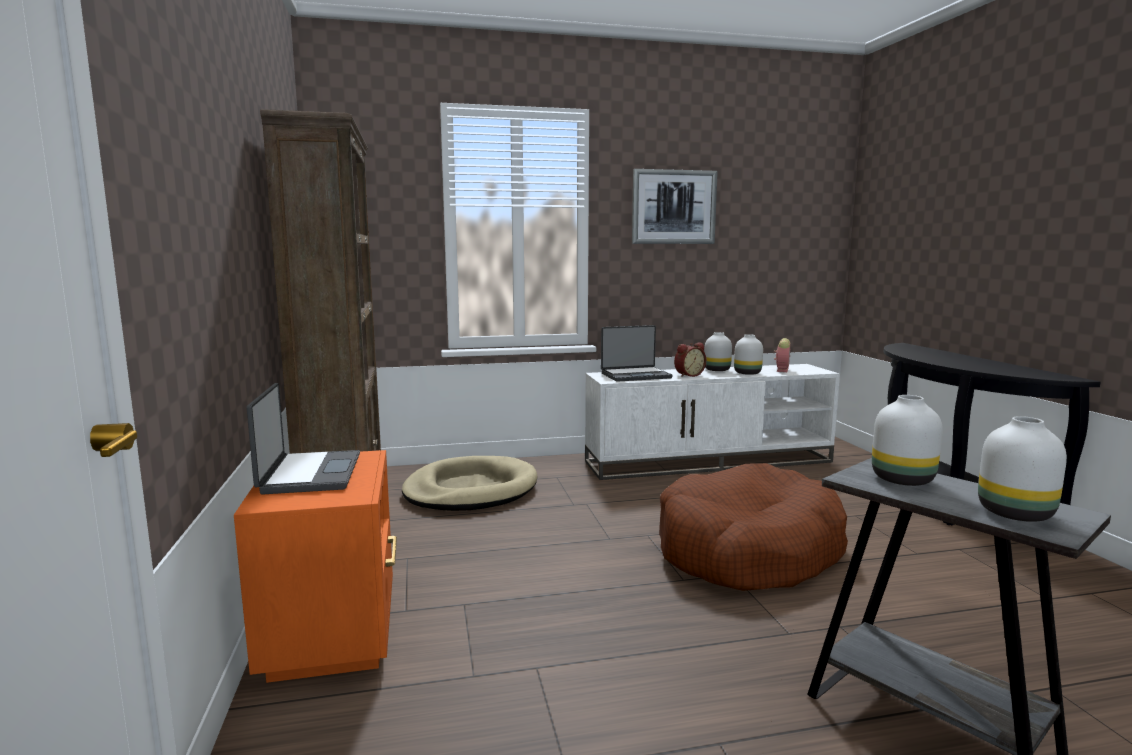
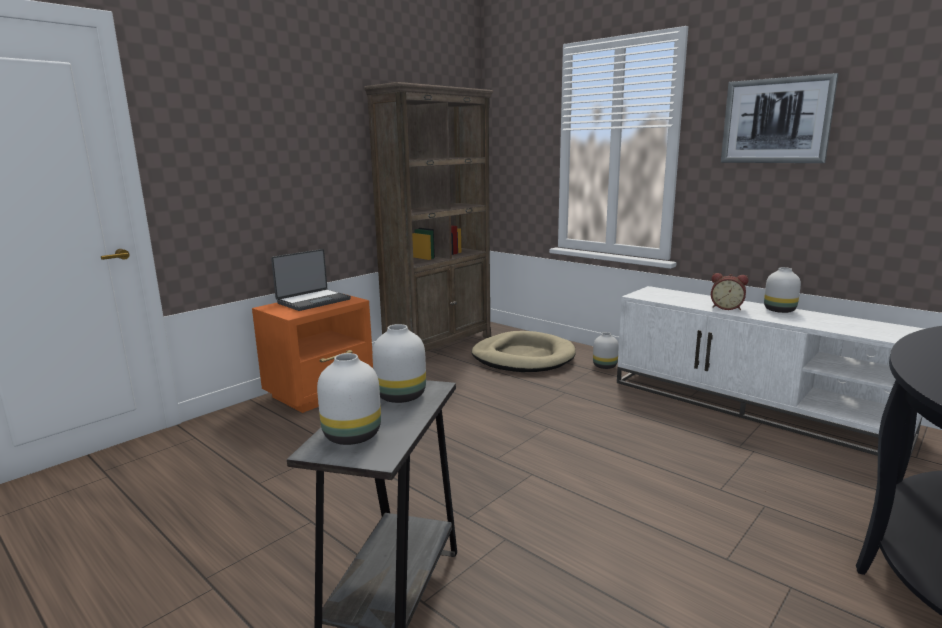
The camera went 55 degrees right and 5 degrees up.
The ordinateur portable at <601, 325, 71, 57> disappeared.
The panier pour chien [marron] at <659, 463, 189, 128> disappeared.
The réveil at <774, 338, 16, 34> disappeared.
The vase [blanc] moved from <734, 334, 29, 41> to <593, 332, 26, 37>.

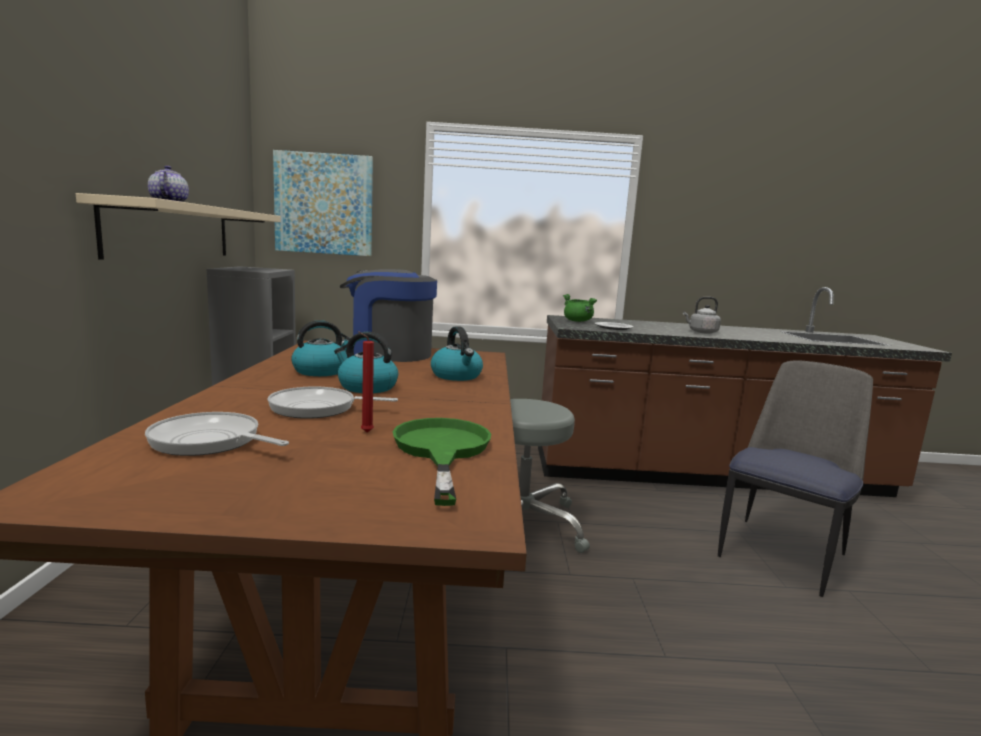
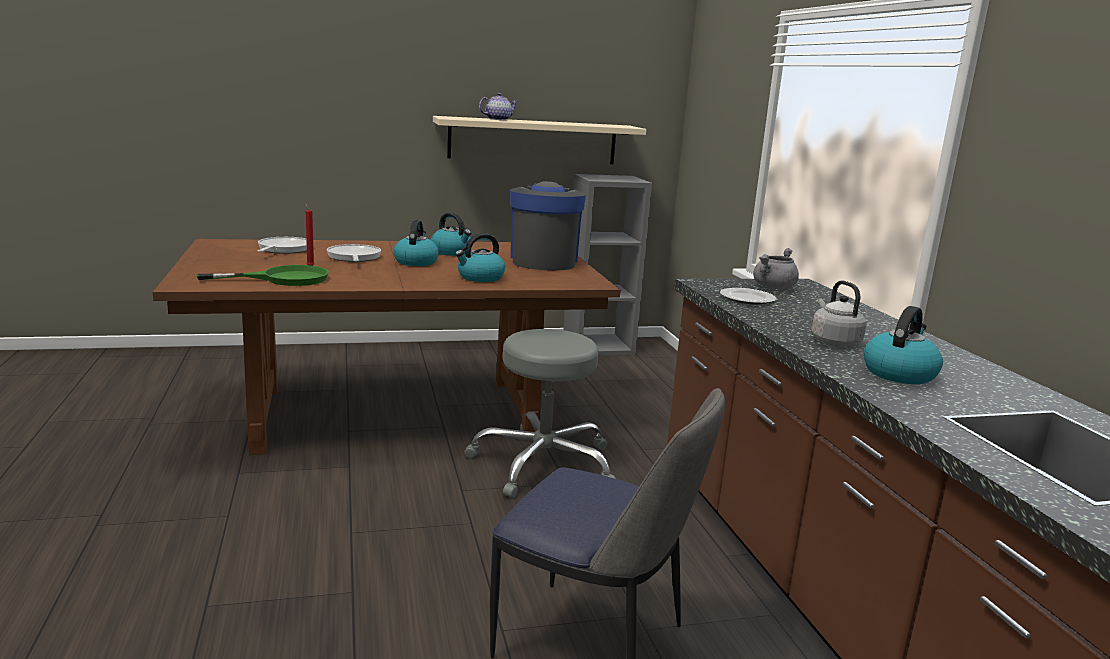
The camera went 75 degrees right and 5 degrees up.
The tableau at <273, 150, 100, 106> disappeared.
The bouilloire at <864, 306, 79, 78> appeared.
The marmite [vert] at <563, 294, 34, 28> became the marmite [gris] at <753, 248, 46, 41>.

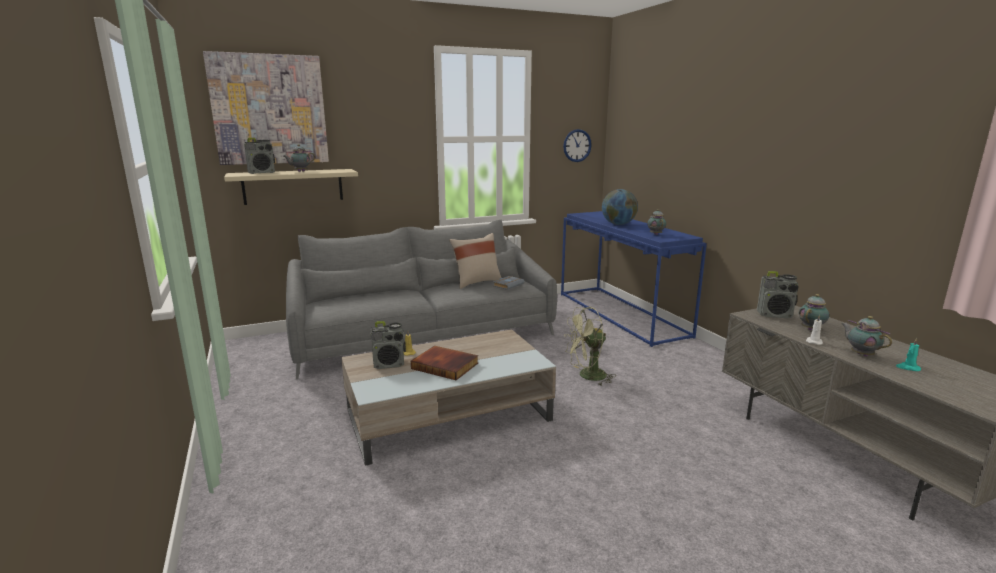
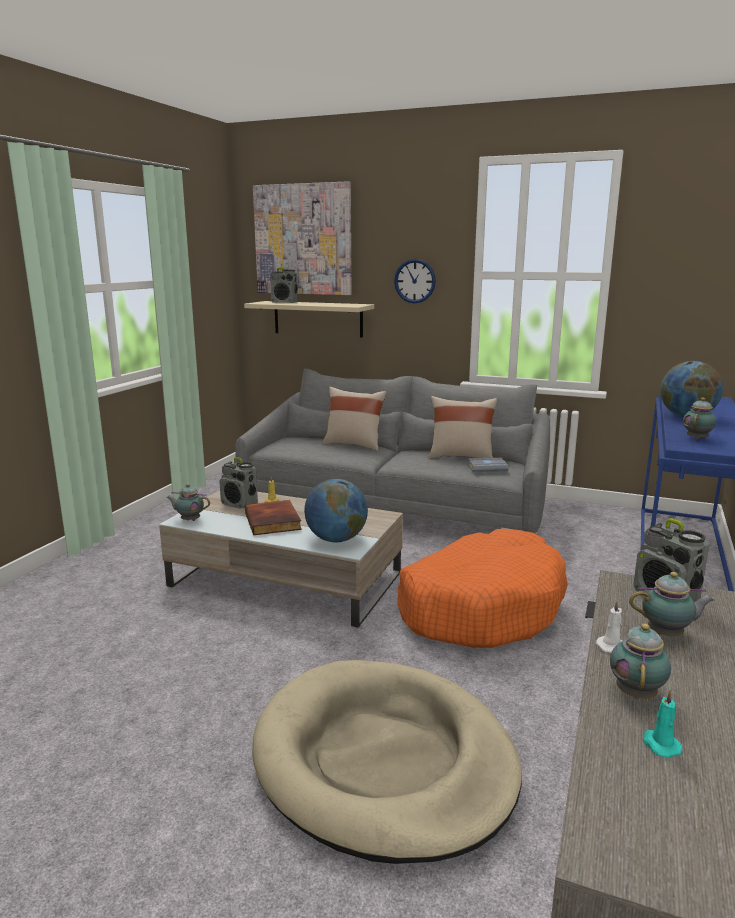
The camera went 45 degrees right and 0 degrees up.
The panier pour chien [beige] at <252, 660, 270, 204> appeared.
The globe at <304, 479, 64, 63> appeared.
The coussin [beige] at <323, 387, 64, 64> appeared.
The théière moved from <283, 144, 32, 28> to <167, 484, 43, 37>.
The horloge murale moved from <563, 129, 29, 33> to <394, 259, 42, 44>.
The ventilateur [vert] at <564, 307, 52, 79> was replaced by the panier pour chien [orange] at <398, 529, 170, 119>.

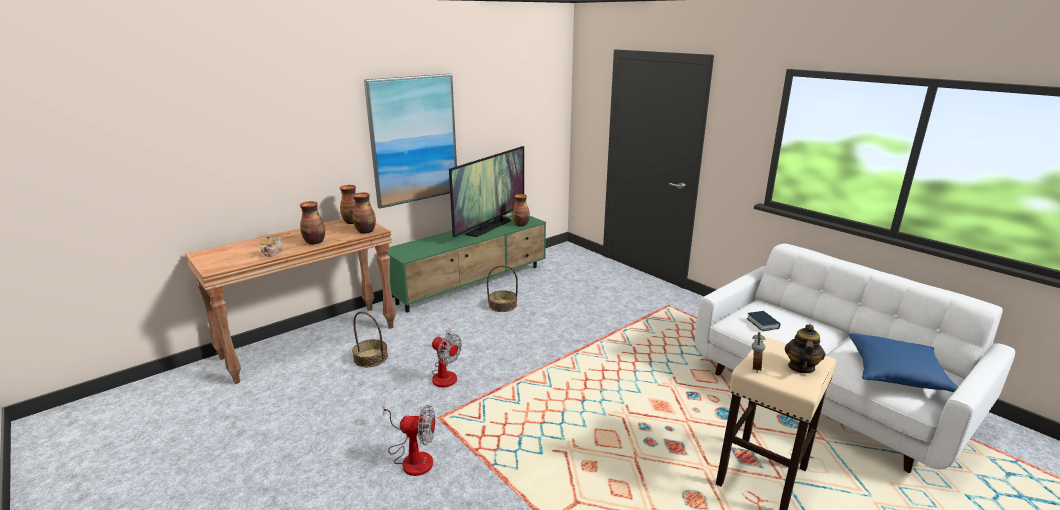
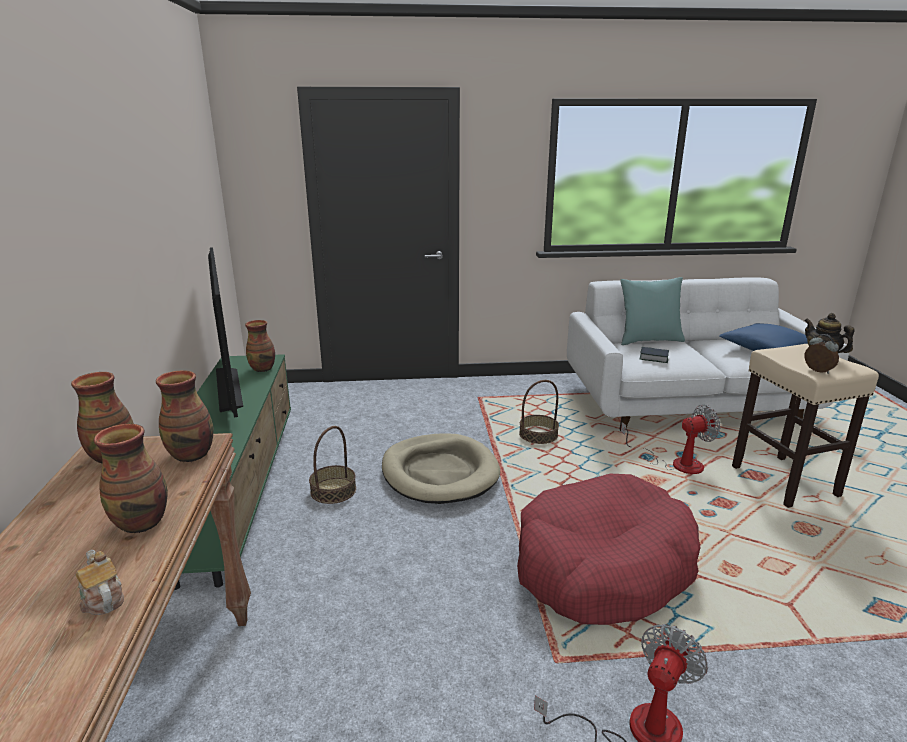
The camera went 55 degrees left and 0 degrees up.
The tableau at <364, 74, 93, 135> disappeared.
The panier pour chien [beige] at <382, 433, 118, 71> appeared.
The panier pour chien [rouge] at <517, 474, 183, 151> appeared.
The coussin [turquoise] at <620, 277, 65, 68> appeared.
The panier moved from <352, 311, 36, 56> to <519, 380, 40, 64>.
The ventilateur moved from <432, 328, 30, 59> to <621, 404, 100, 70>.

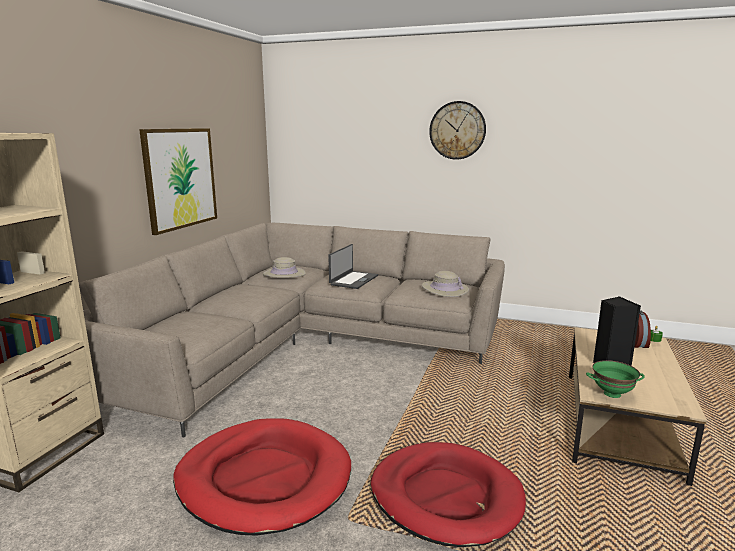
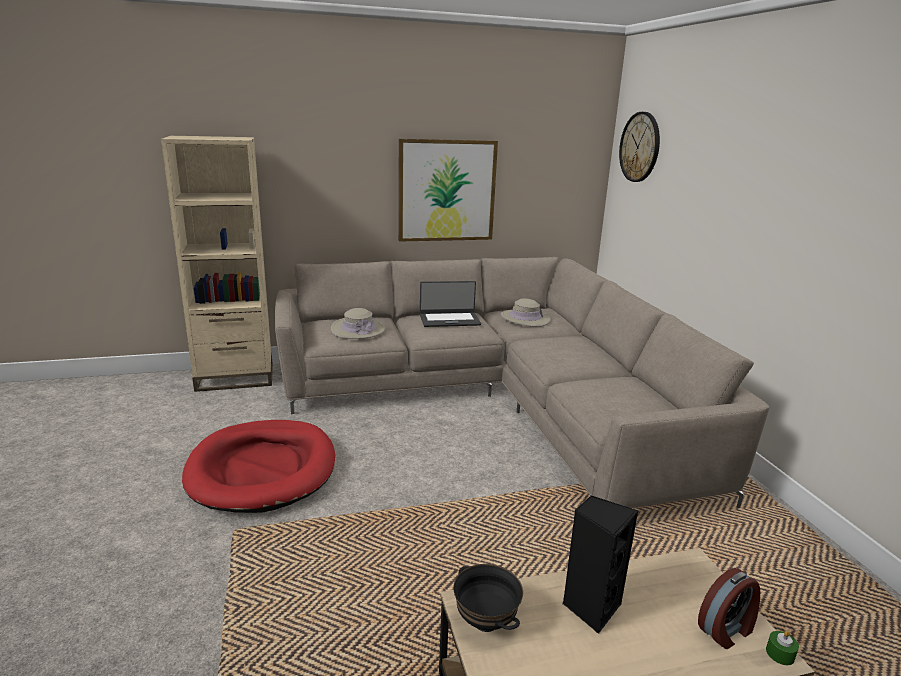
The camera went 55 degrees right and 5 degrees up.
The panier pour chien [rouge] at <371, 442, 155, 105> disappeared.
The ordinateur portable moved from <328, 244, 50, 45> to <420, 281, 61, 46>.
The chapeau [beige] moved from <422, 271, 47, 26> to <331, 308, 54, 31>.
The horloge murale moved from <429, 101, 57, 59> to <619, 112, 41, 70>.
The bol [vert] at <586, 360, 59, 38> became the bol [noir] at <454, 564, 69, 68>.

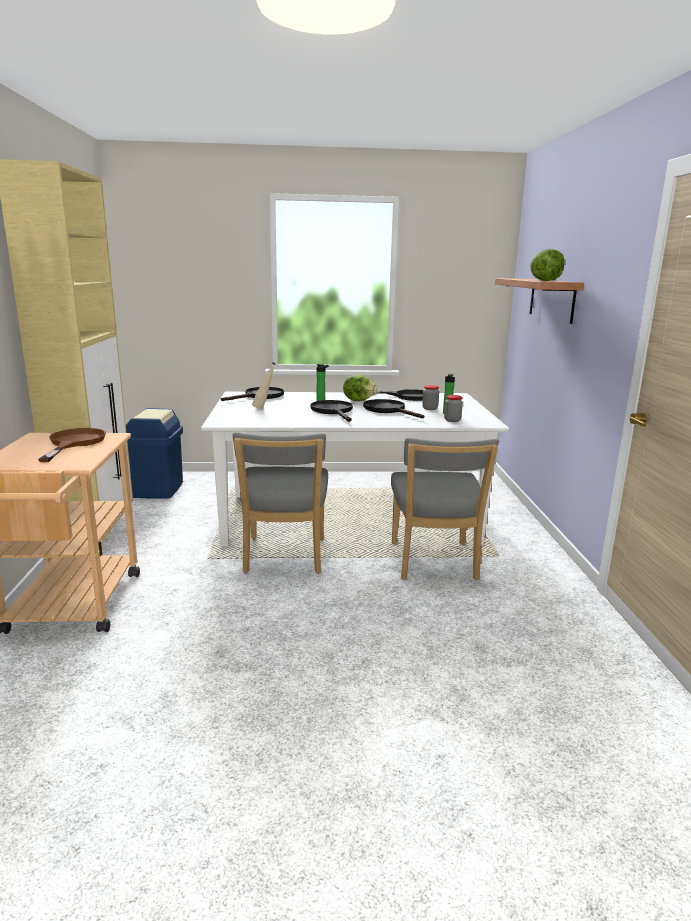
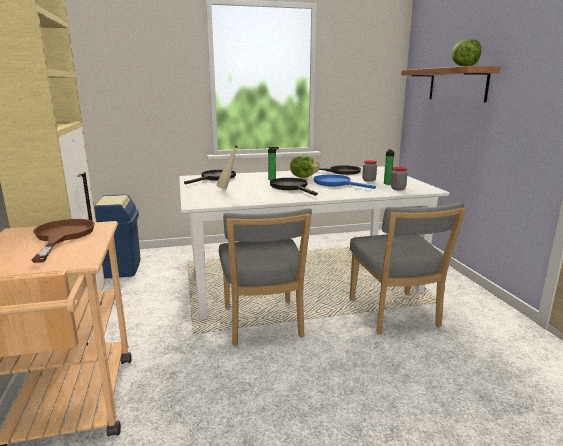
The camera went 10 degrees left and 0 degrees up.
The poêle [noir] at <363, 399, 61, 19> became the poêle [bleu] at <314, 175, 62, 14>.

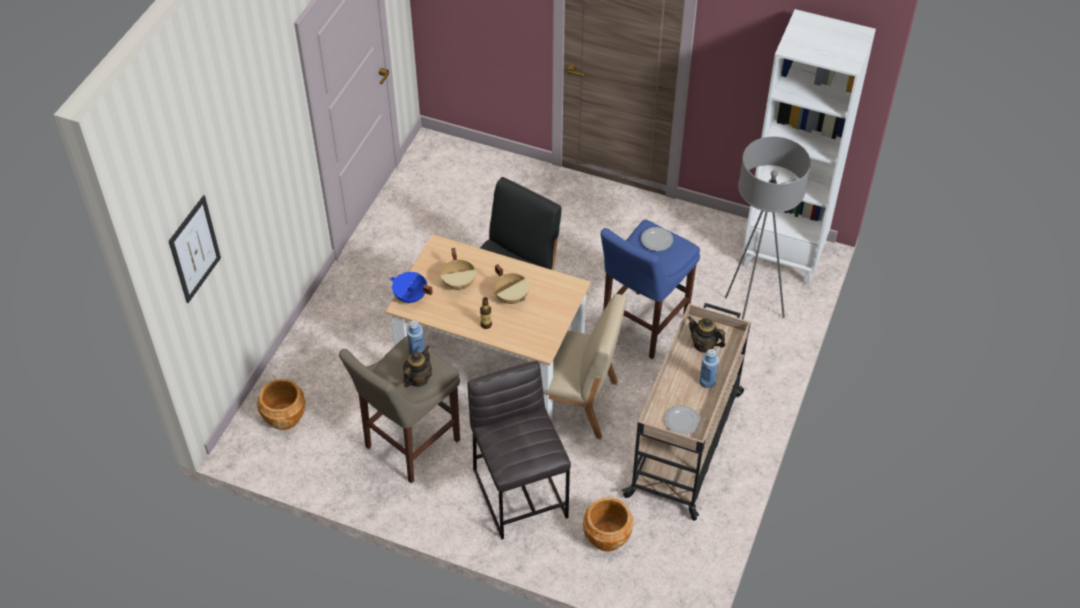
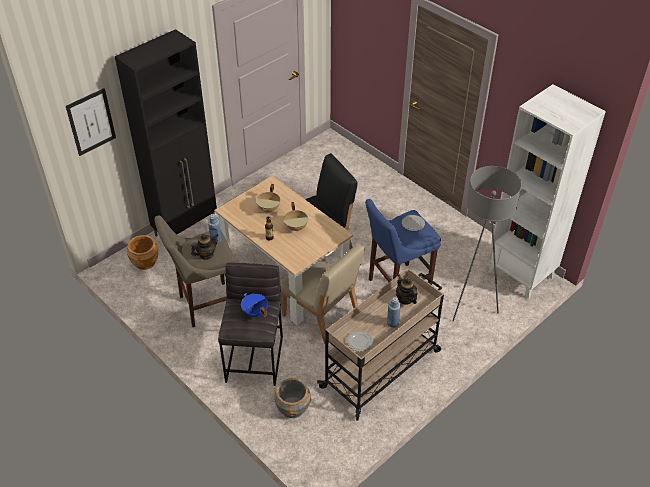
The camera went 25 degrees right and 5 degrees down.
The meuble de rangement [noir] at <115, 29, 102, 208> appeared.
The marmite [bleu] moved from <390, 272, 43, 31> to <241, 294, 27, 23>.
The cache-pot [marron] at <583, 497, 50, 55> became the cache-pot [gris] at <274, 378, 37, 40>.

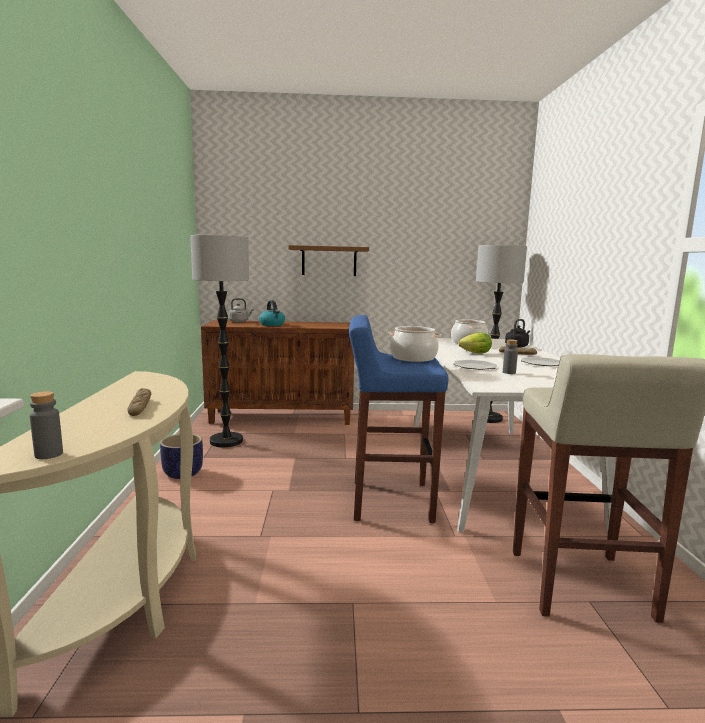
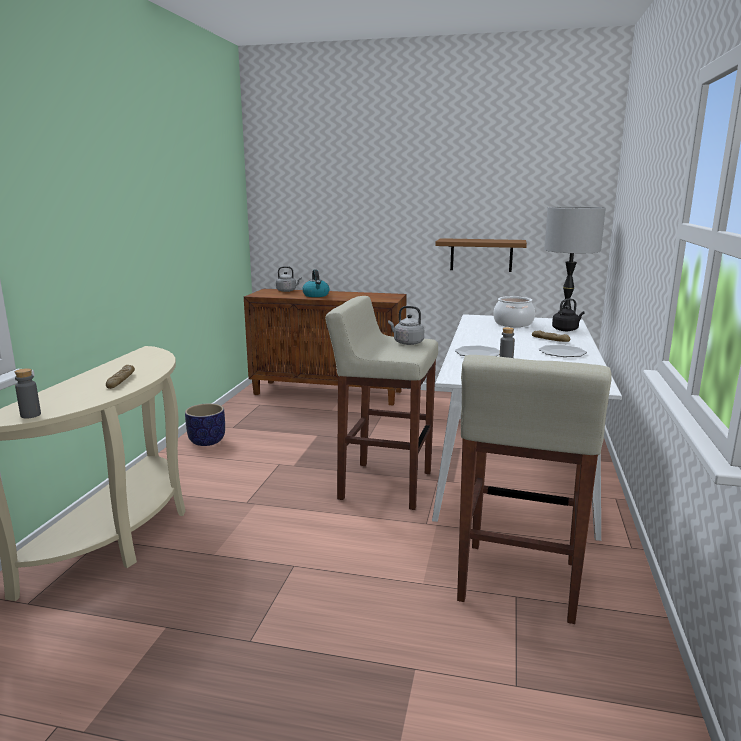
The camera went 15 degrees right and 5 degrees up.
The lampadaire at <190, 235, 59, 212> disappeared.
The laitue at <458, 333, 34, 20> disappeared.
The étagère [marron] moved from <289, 245, 80, 31> to <435, 238, 92, 34>.
The marmite at <388, 326, 53, 36> was replaced by the bouilloire [gris] at <388, 306, 36, 39>.
The tabouret [bleu] at <349, 315, 99, 208> became the tabouret [beige] at <325, 296, 113, 214>.

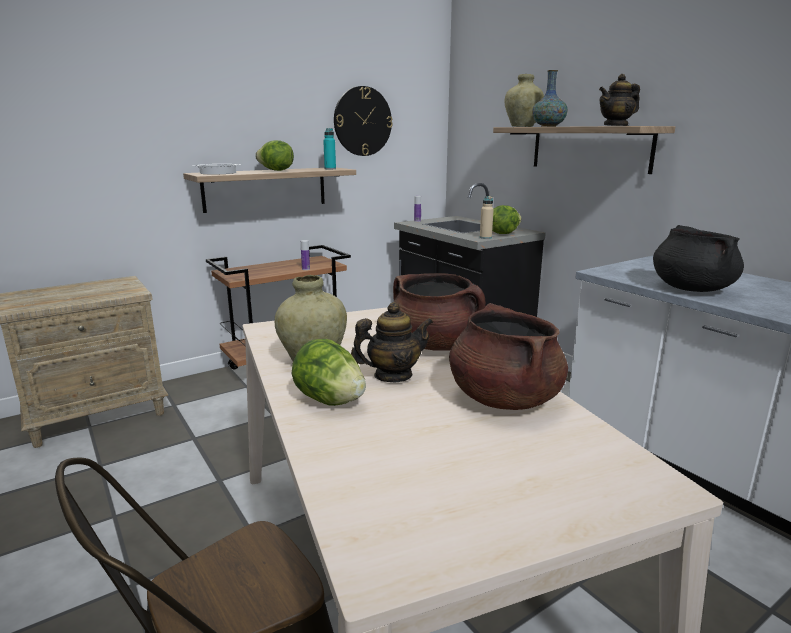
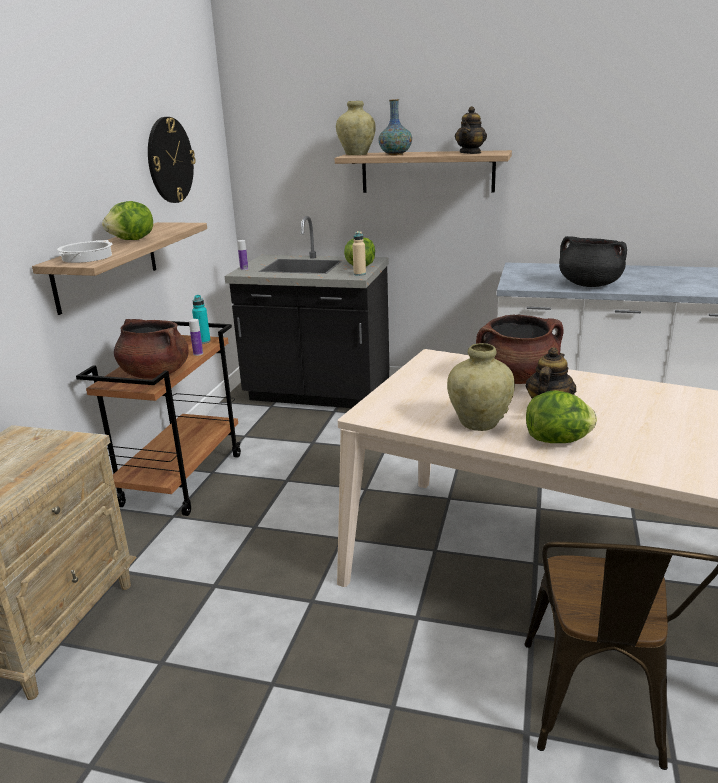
The camera went 40 degrees left and 5 degrees up.
The bouteille [turquoise] moved from <323, 128, 13, 41> to <192, 295, 19, 49>.
The marmite [marron] moved from <449, 303, 119, 107> to <114, 319, 75, 60>.

